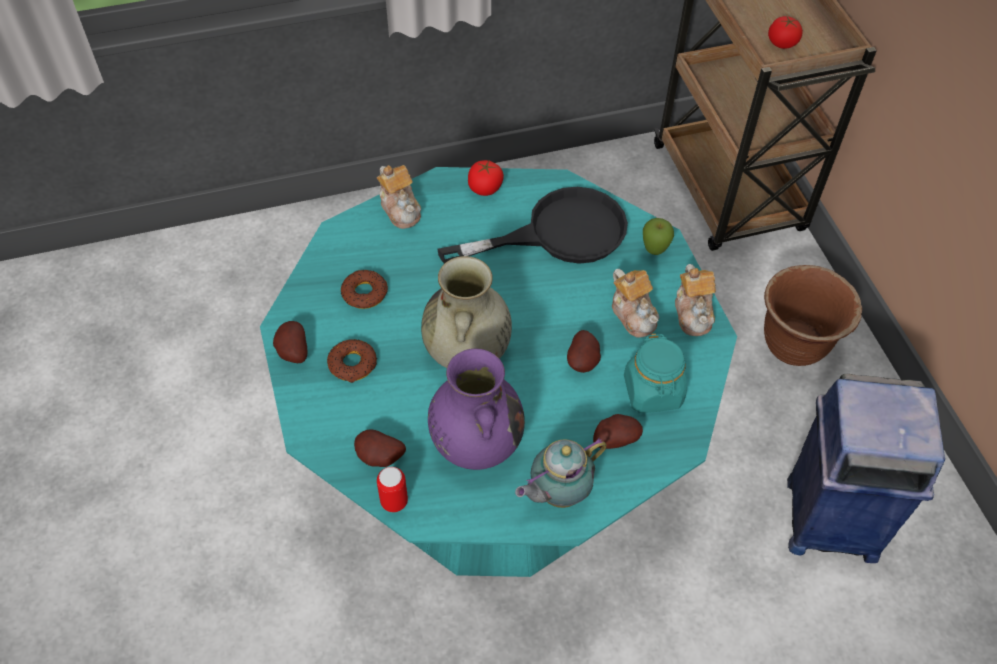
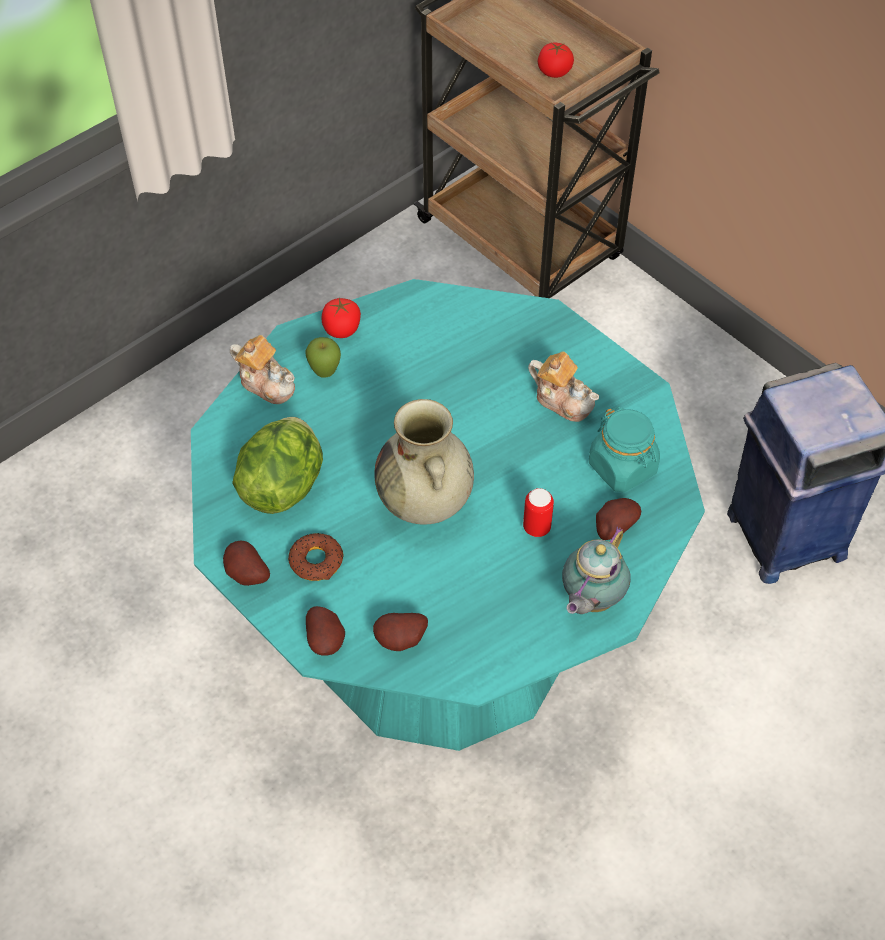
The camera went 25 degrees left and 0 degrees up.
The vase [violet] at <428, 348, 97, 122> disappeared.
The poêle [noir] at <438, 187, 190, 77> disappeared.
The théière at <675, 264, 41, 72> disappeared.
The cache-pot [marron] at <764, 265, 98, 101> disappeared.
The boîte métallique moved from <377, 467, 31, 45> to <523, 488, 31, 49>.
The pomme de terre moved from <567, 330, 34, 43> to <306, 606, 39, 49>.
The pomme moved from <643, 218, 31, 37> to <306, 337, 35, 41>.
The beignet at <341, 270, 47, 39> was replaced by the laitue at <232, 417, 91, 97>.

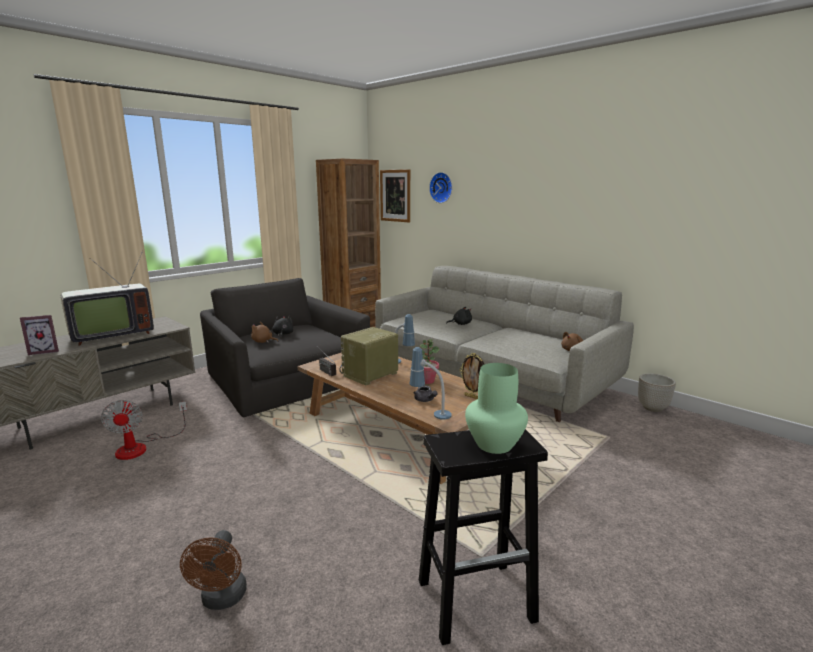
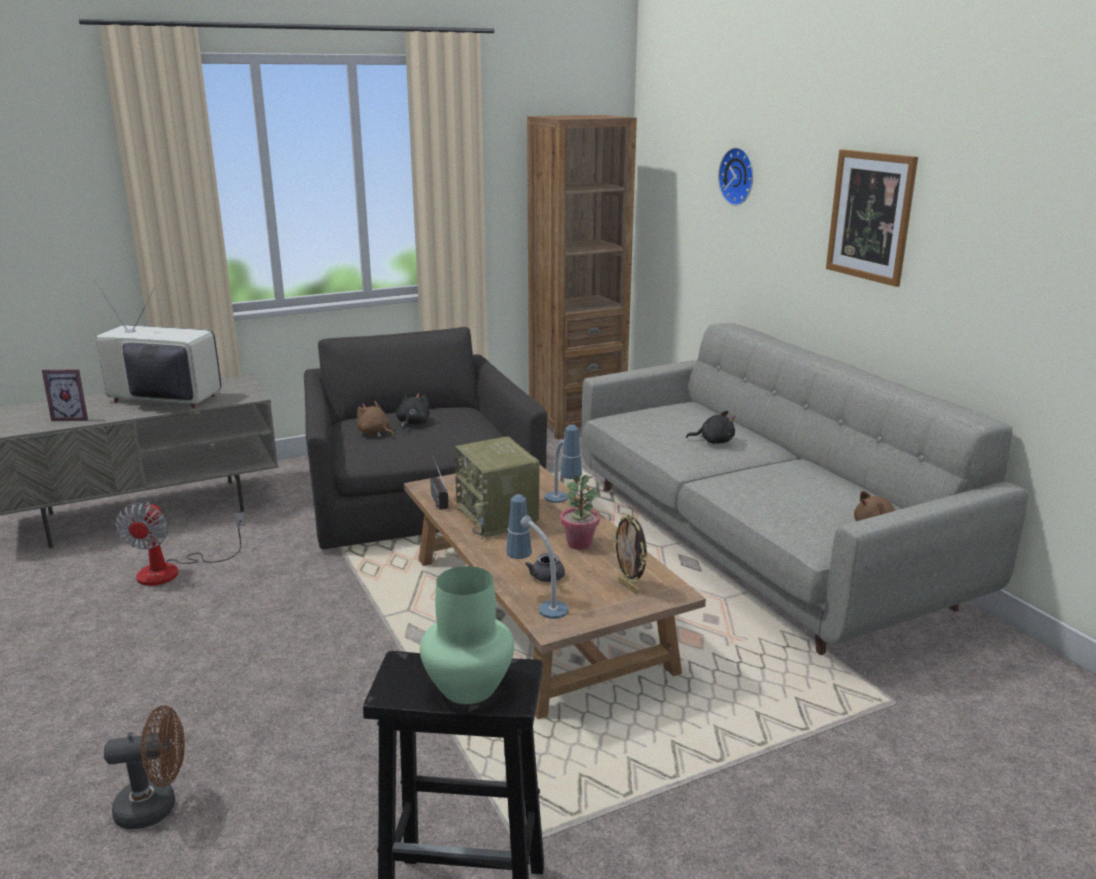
The camera went 20 degrees right and 5 degrees up.
The cache-pot at <638, 373, 38, 39> disappeared.
The tableau moved from <380, 169, 30, 53> to <826, 149, 92, 138>.
The téléviseur at <61, 250, 93, 96> turned 150 degrees counterclockwise.
The ventilateur [marron] at <180, 530, 67, 80> turned 120 degrees counterclockwise.
The radio at <339, 327, 59, 59> turned 90 degrees counterclockwise.

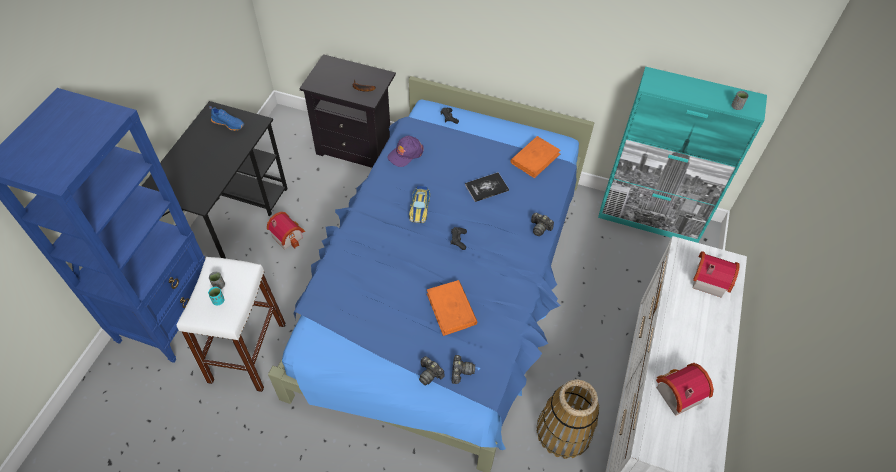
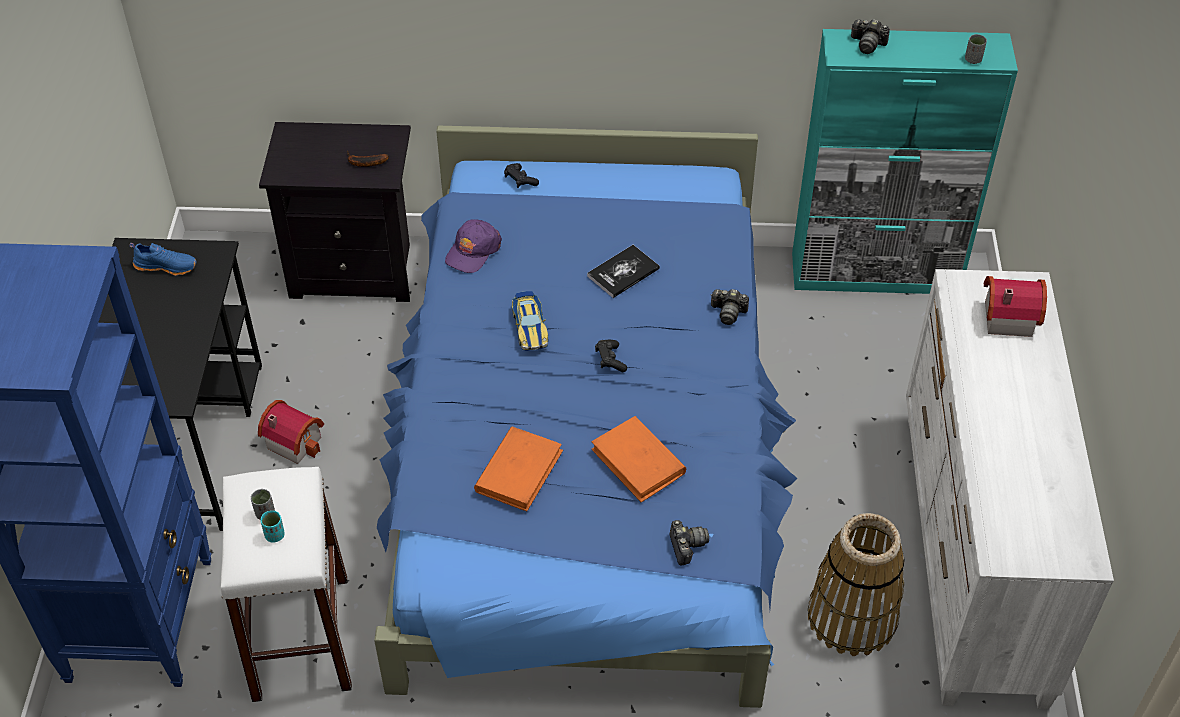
The camera went 15 degrees left and 5 degrees down.
The maison miniature at <656, 363, 58, 53> disappeared.
The appareil photo moved from <419, 356, 26, 29> to <851, 19, 39, 35>.
The livre [orange] moved from <511, 136, 50, 42> to <474, 426, 89, 85>.

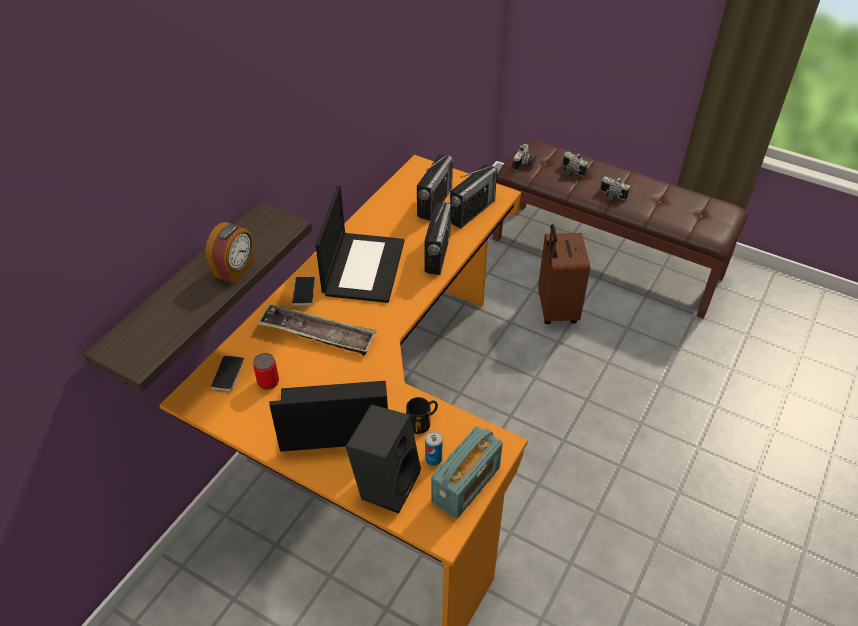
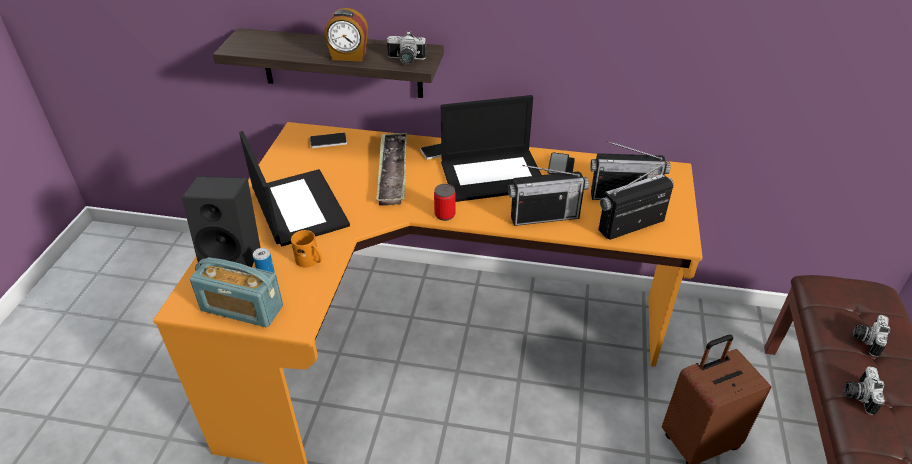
The camera went 70 degrees right and 5 degrees down.
The téléphone at <547, 153, 28, 21> appeared.
The boîte métallique moved from <253, 353, 26, 37> to <434, 184, 22, 37>.
The appareil photo moved from <512, 144, 24, 27> to <387, 31, 40, 33>.
The mug [noir] at <406, 397, 32, 37> became the mug [orange] at <291, 230, 31, 37>.
The radio at <450, 165, 49, 64> turned 135 degrees clockwise.

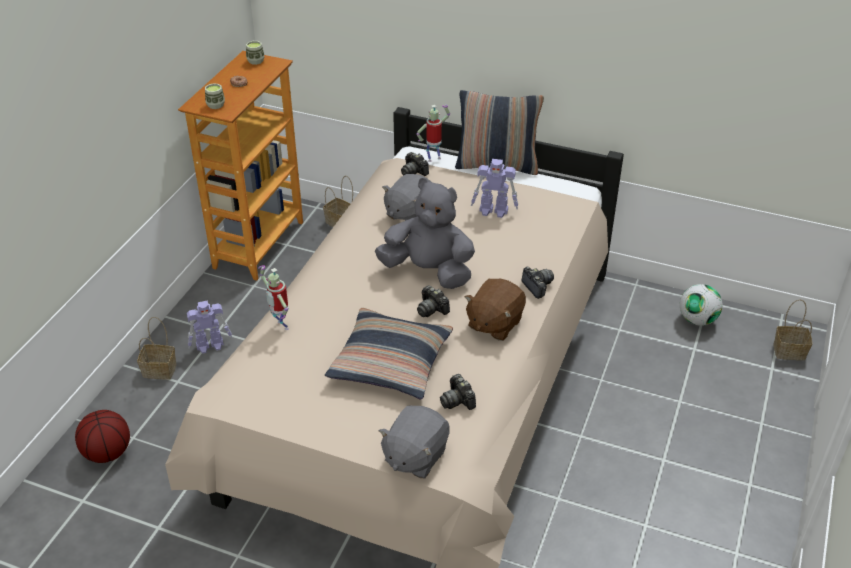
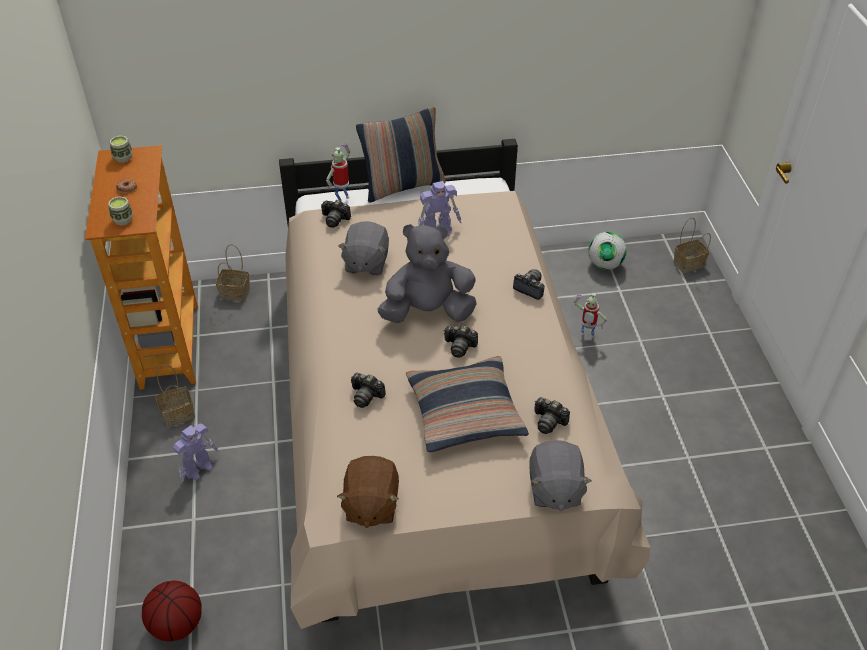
The camera went 30 degrees left and 5 degrees up.
The appareil photo at <351, 373, 35, 35> appeared.
The panier moved from <137, 317, 40, 63> to <156, 364, 39, 63>.
The robot jouet moved from <258, 265, 31, 65> to <574, 293, 33, 45>.
The peluche [marron] moved from <465, 279, 61, 62> to <337, 456, 62, 72>.

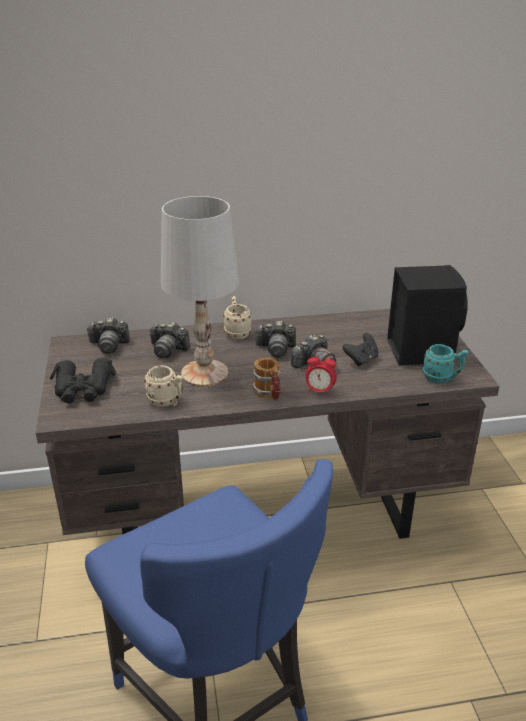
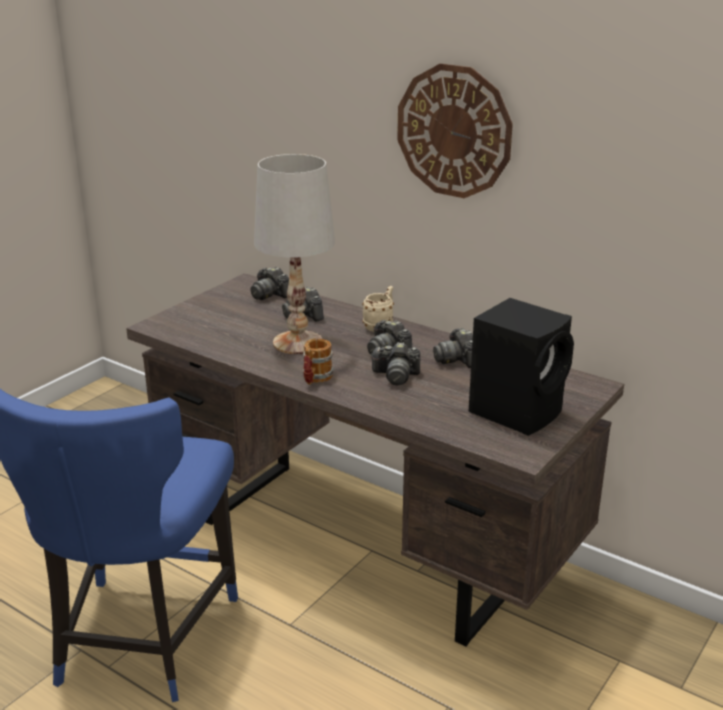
The camera went 45 degrees right and 5 degrees down.
The jumelles [noir] at <50, 358, 66, 45> disappeared.
The mug [beige] at <144, 365, 39, 42> disappeared.
The réveil at <305, 351, 32, 46> disappeared.
The manette [noir] at <342, 333, 36, 34> disappeared.
The mug [turquoise] at <423, 344, 45, 40> disappeared.
The horloge murale at <397, 63, 116, 135> appeared.
The appareil photo at <433, 328, 40, 40> appeared.

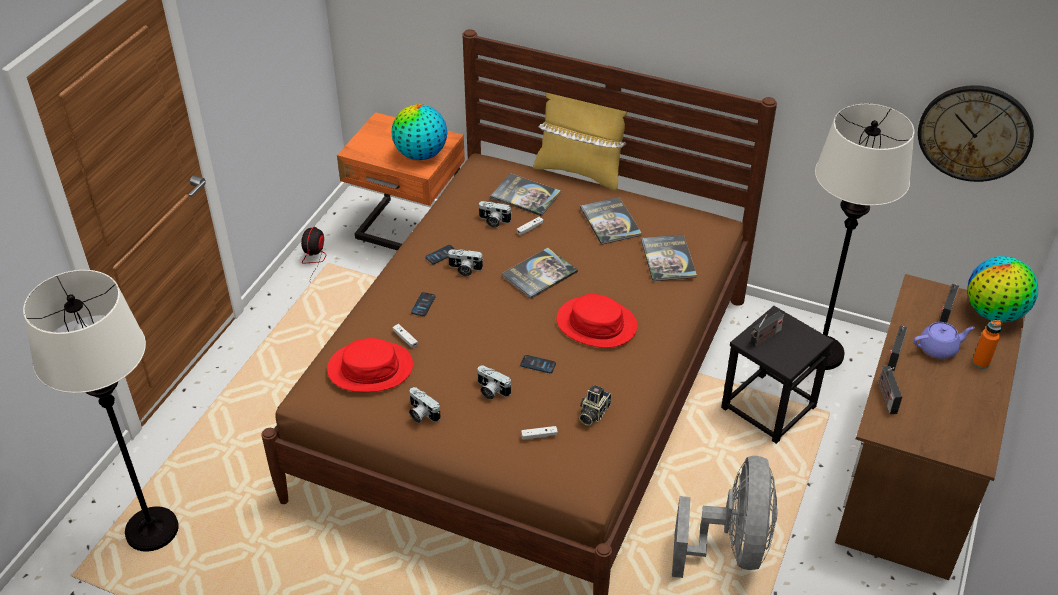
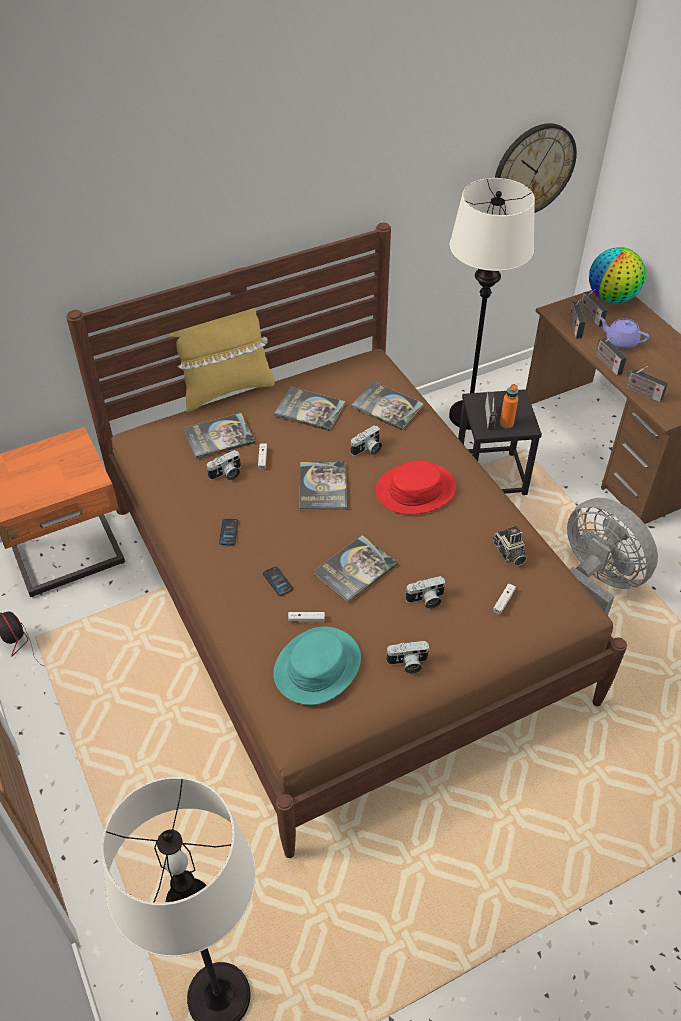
The camera went 50 degrees left and 5 degrees up.
The globe at <392, 104, 55, 56> disappeared.
The téléphone at <520, 355, 36, 18> disappeared.
The livre at <313, 535, 85, 68> appeared.
The radio at <569, 300, 17, 39> appeared.
The appareil photo moved from <447, 249, 37, 28> to <351, 425, 31, 31>.
The bouteille [orange] moved from <972, 320, 31, 49> to <500, 384, 18, 44>.
The chapeau [rouge] at <327, 338, 86, 54> became the chapeau [turquoise] at <273, 627, 88, 78>.
The théière [violet] at <914, 322, 61, 37> turned 90 degrees counterclockwise.

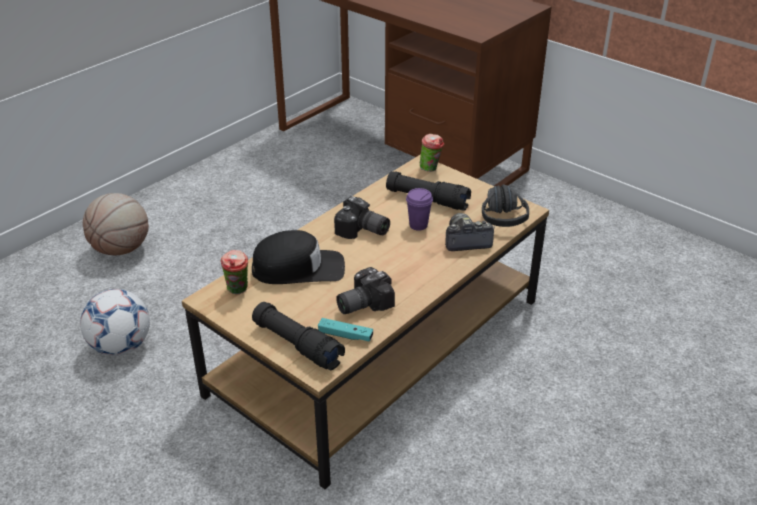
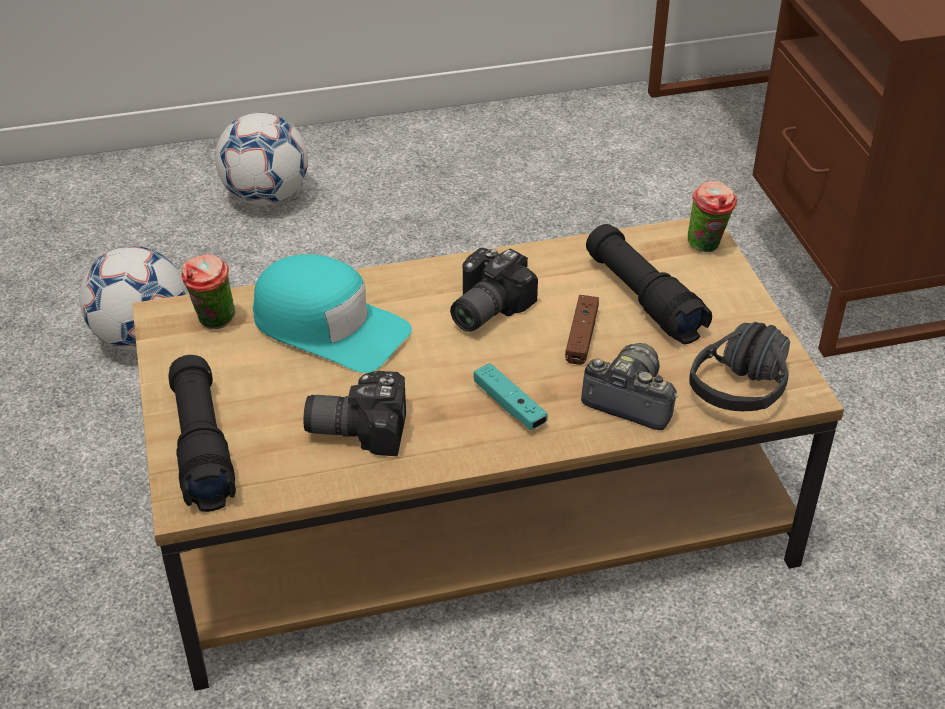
The camera went 35 degrees right and 5 degrees up.
The manette [turquoise] moved from <318, 318, 55, 24> to <474, 363, 74, 67>.
The ballon de basket at <83, 193, 66, 62> was replaced by the ballon de foot at <215, 112, 93, 93>.
The tasse [violet] at <406, 188, 27, 43> was replaced by the manette [marron] at <565, 295, 34, 70>.
The casquette [noir] at <252, 230, 93, 54> became the casquette [turquoise] at <253, 254, 159, 119>.
The appareil photo at <334, 196, 56, 43> turned 60 degrees clockwise.

